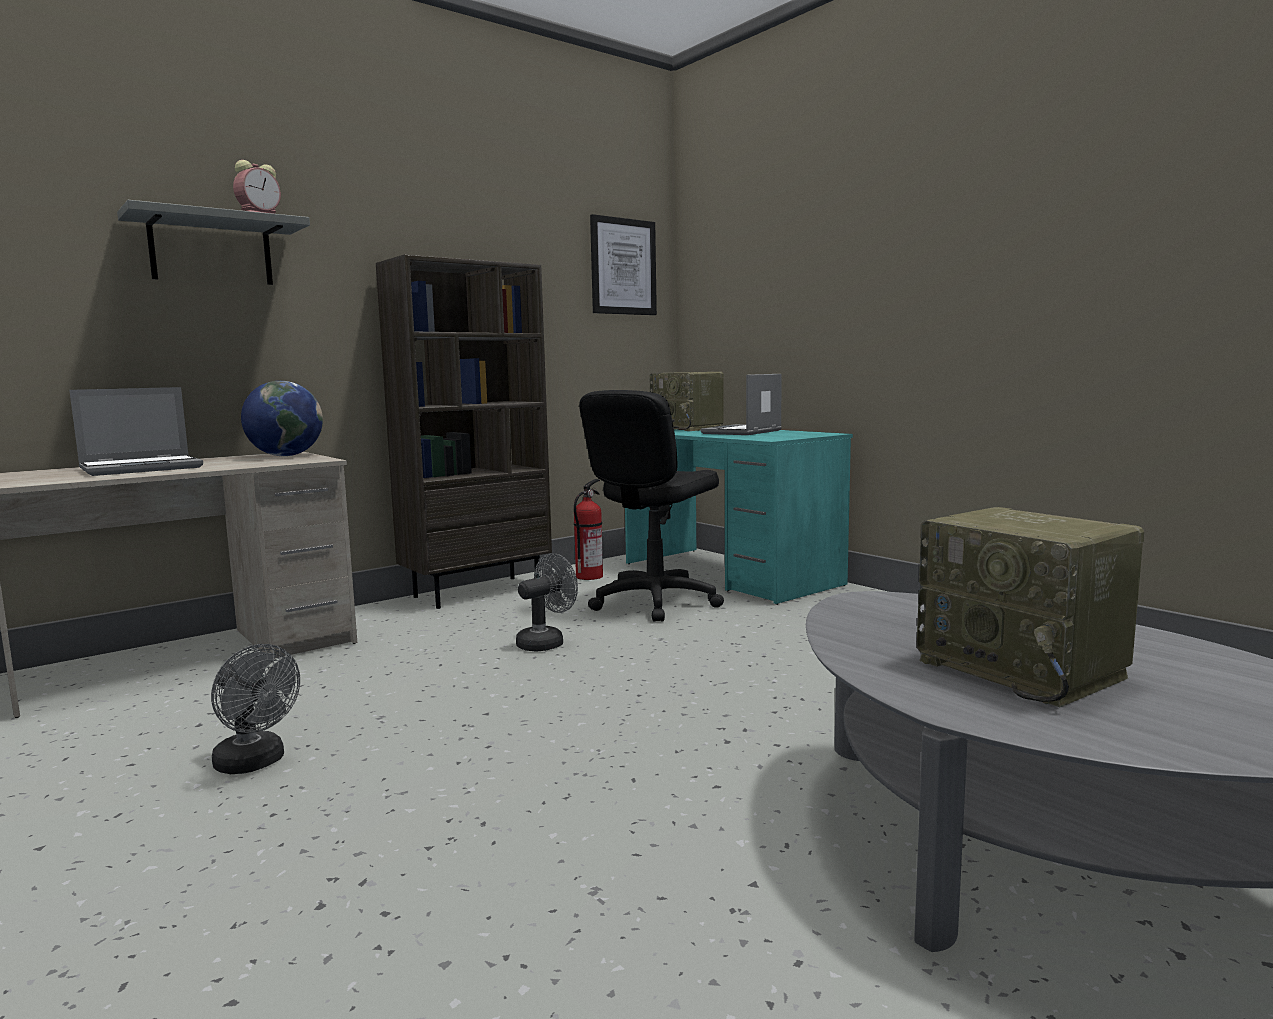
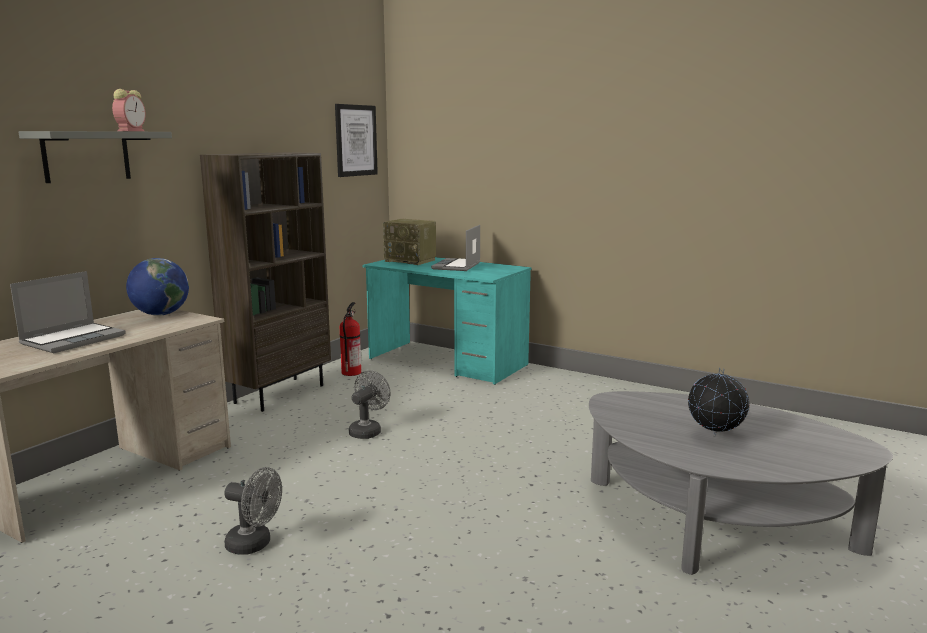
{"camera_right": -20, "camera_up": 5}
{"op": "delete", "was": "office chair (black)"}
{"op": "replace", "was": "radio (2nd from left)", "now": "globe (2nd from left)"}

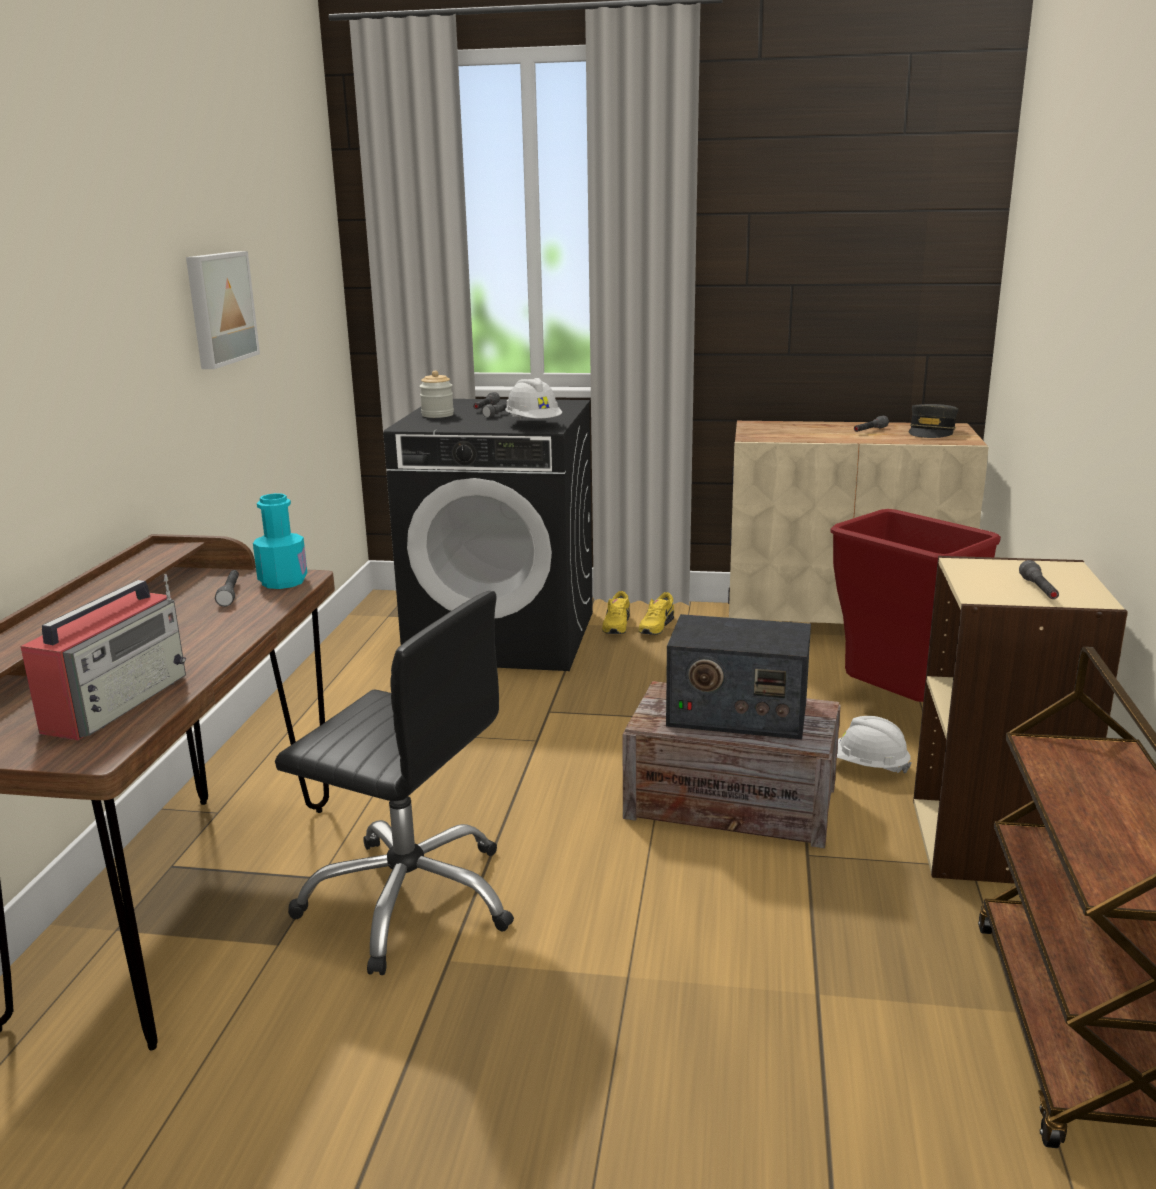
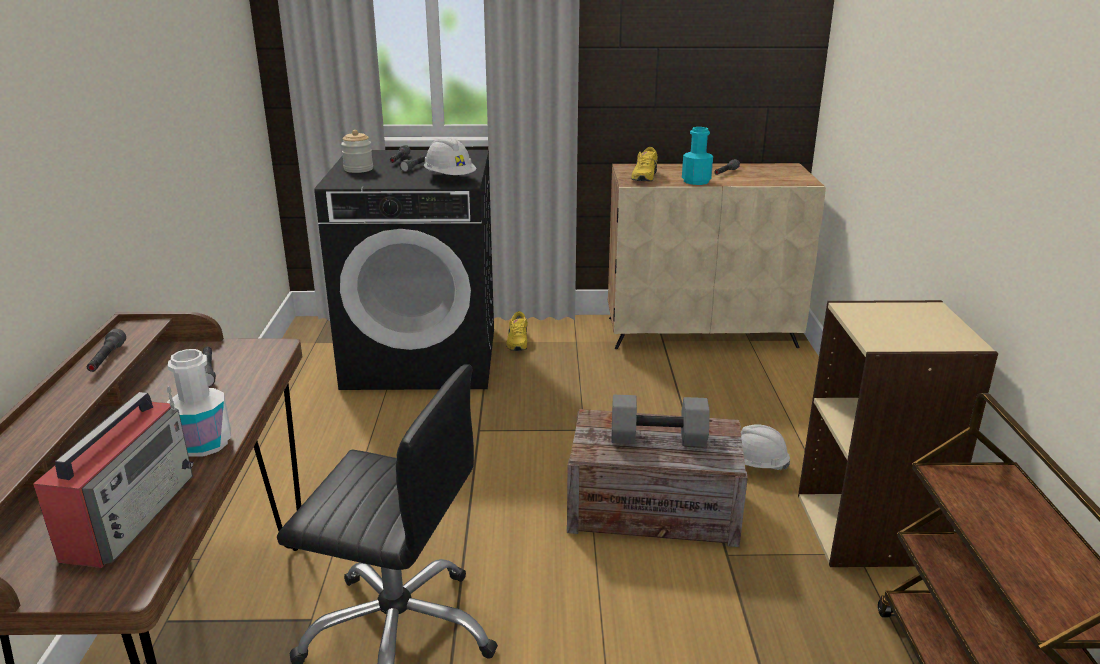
{"camera_right": -10, "camera_up": 5}
{"op": "delete", "was": "picture"}
{"op": "move", "was": "bottle (turquoise)"}
{"op": "move", "was": "shoe (yellow) (2nd from left)"}
{"op": "replace", "was": "radio (2nd from left)", "now": "dumbbell (grey)"}
{"op": "delete", "was": "trash can (red)"}
{"op": "delete", "was": "cap (grey)"}
{"op": "move", "was": "flashlight (grey) (5th from left in the first image)", "now": "flashlight (grey) (1st from left)"}
{"op": "insert", "now": "bottle (white)"}

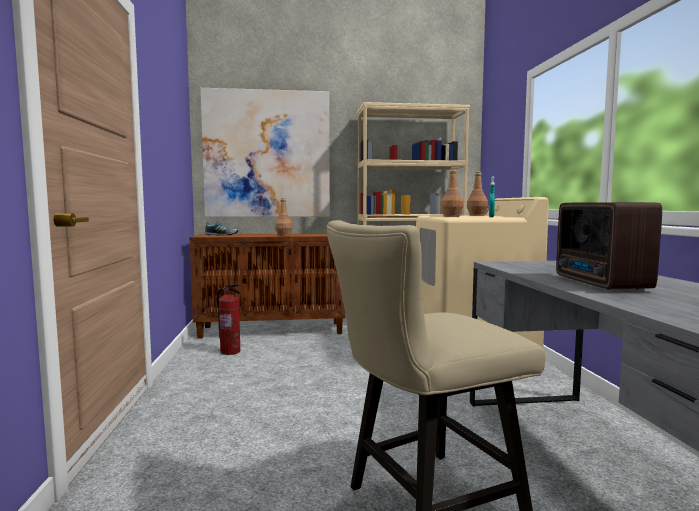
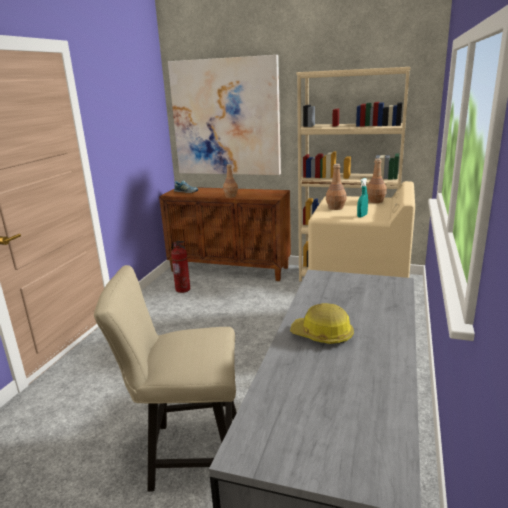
{"camera_right": 25, "camera_up": 15}
{"op": "replace", "was": "radio", "now": "hard hat"}

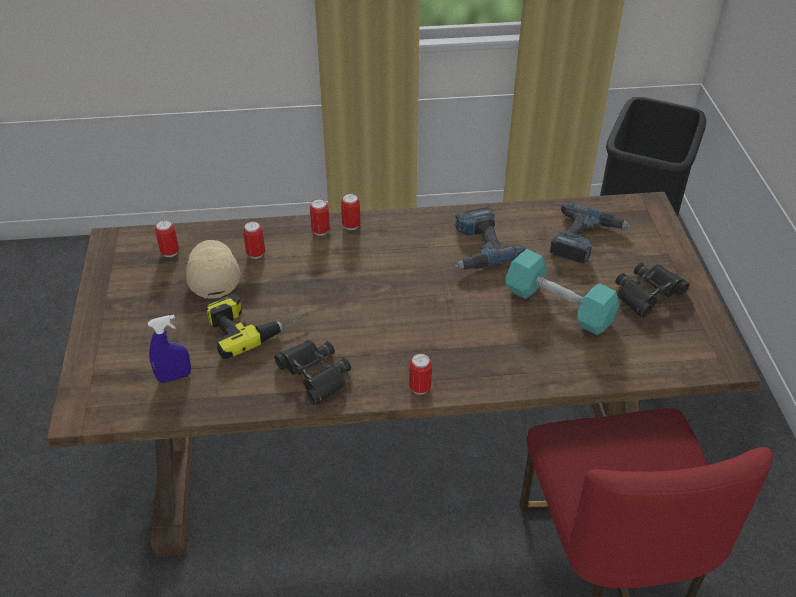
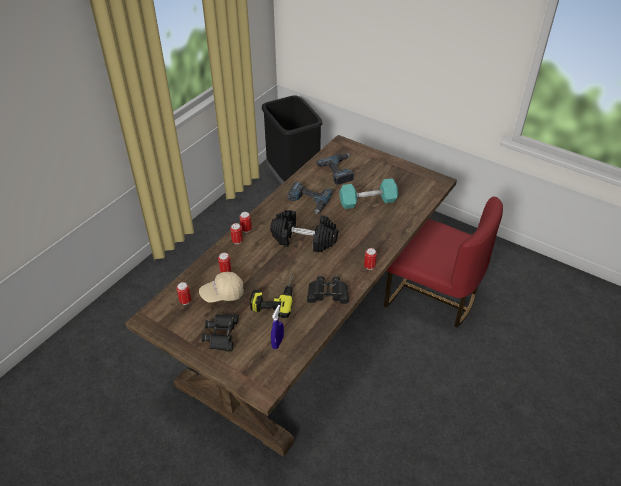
{"camera_right": -50, "camera_up": 0}
{"op": "rotate", "was": "cap (beige)", "clockwise": -45}
{"op": "move", "was": "binoculars (black) (2nd from left in the first image)", "now": "binoculars (black) (1st from left)"}
{"op": "insert", "now": "dumbbell (black)"}

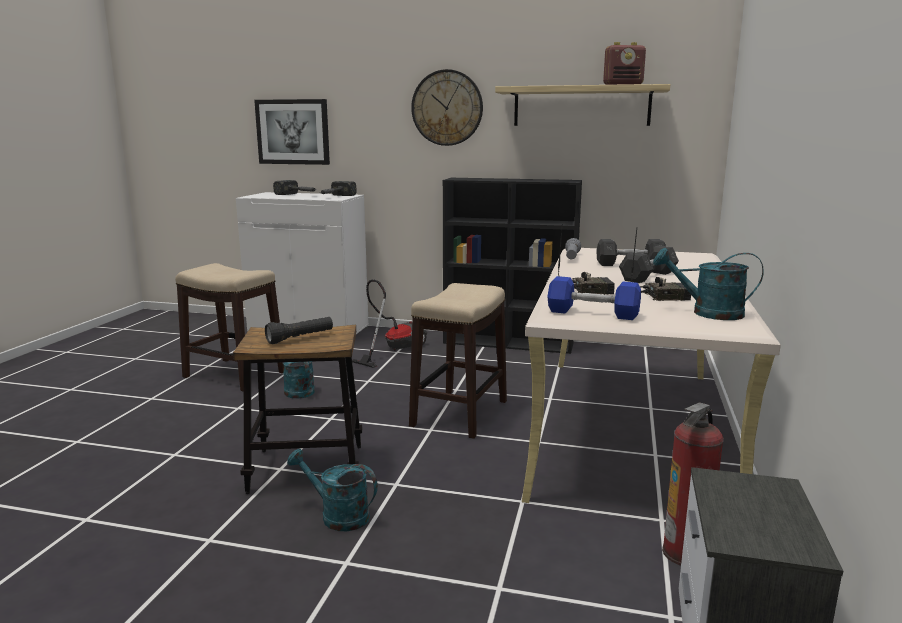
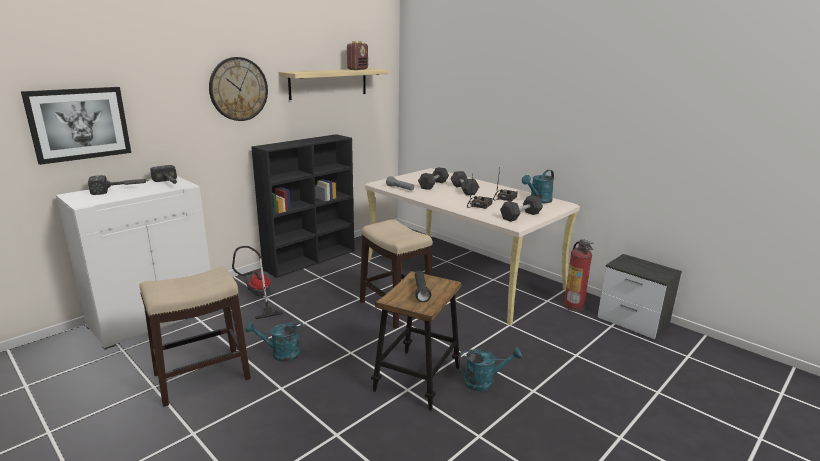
{"camera_right": -60, "camera_up": 5}
{"op": "rotate", "was": "watering can (turquoise) (2nd from left)", "clockwise": -150}
{"op": "recolor", "was": "dumbbell (blue)", "now": "dumbbell (grey) (3rd from left)"}

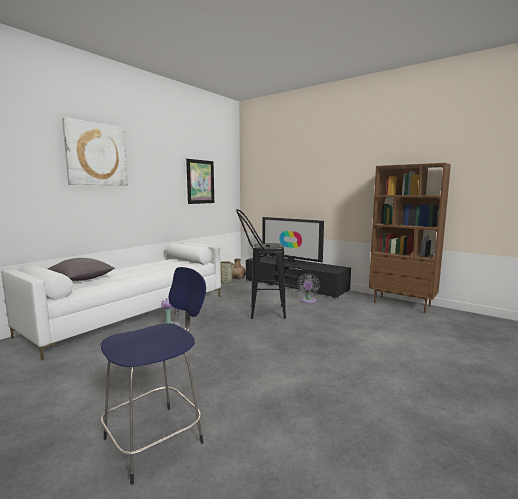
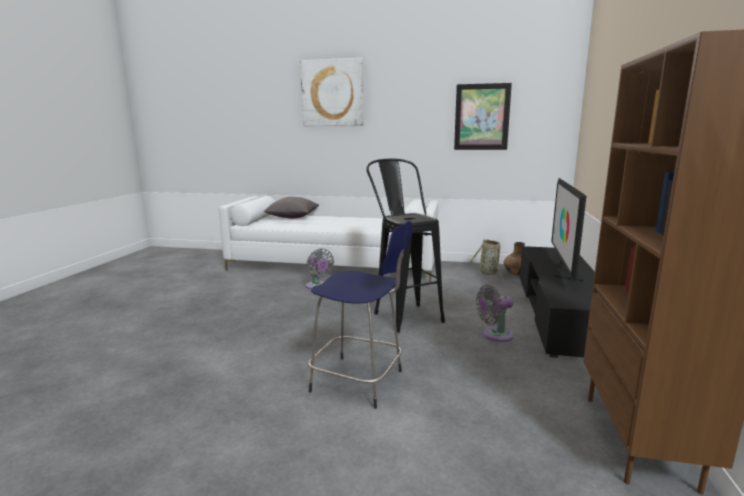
{"camera_right": 65, "camera_up": 5}
{"op": "move", "was": "stool (blue)"}

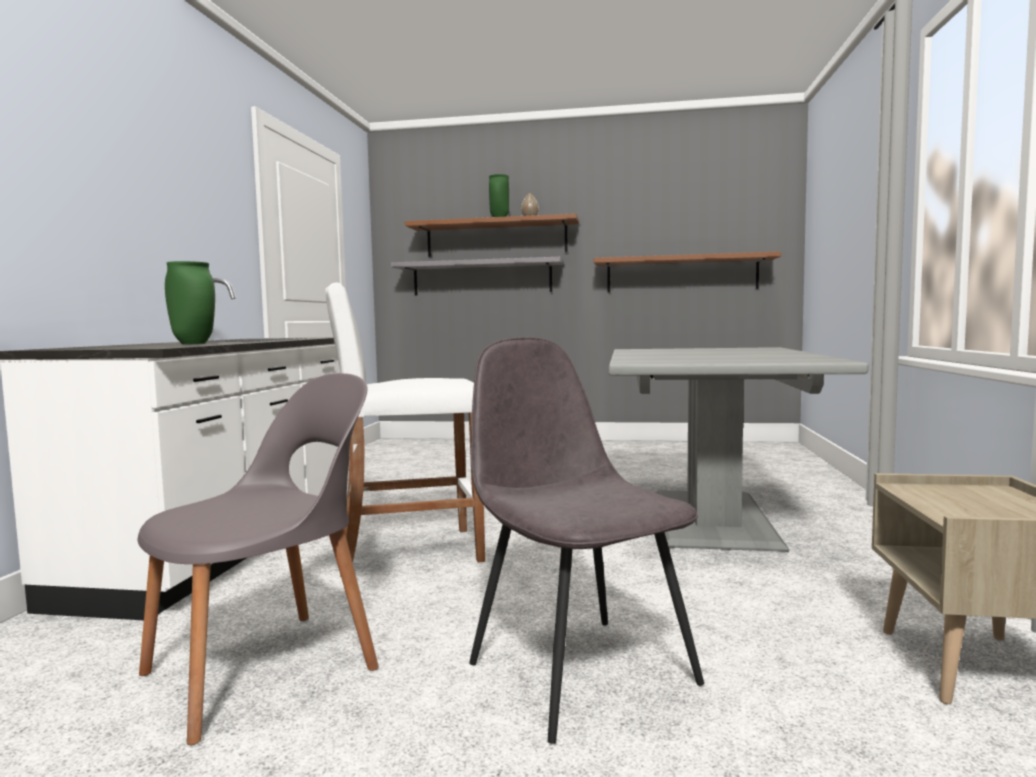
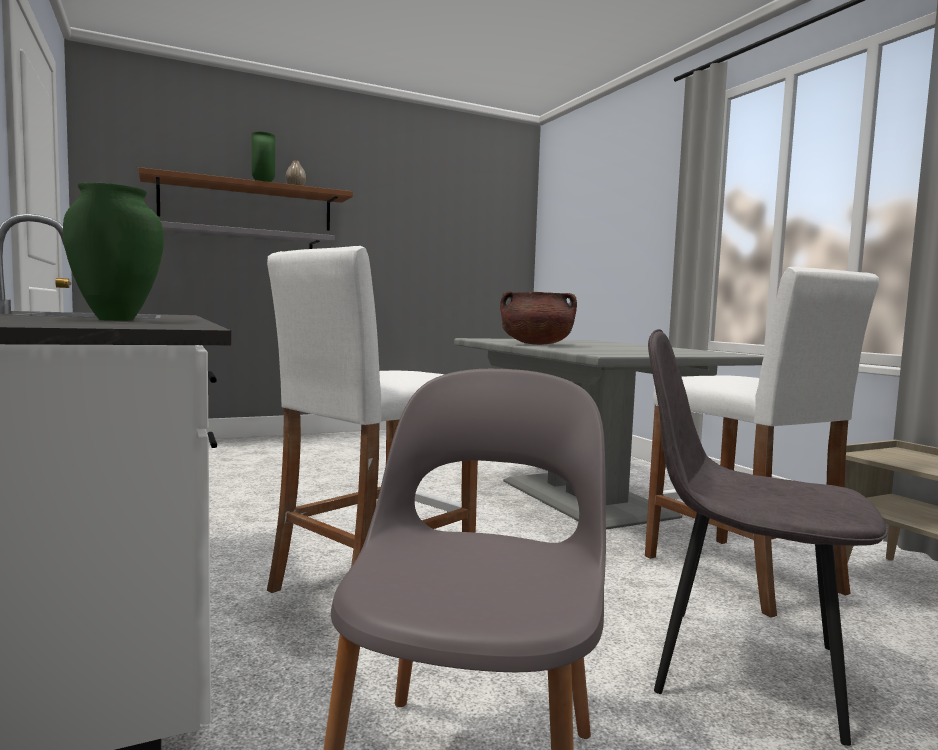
{"camera_right": -35, "camera_up": 0}
{"op": "delete", "was": "shelf (brown) (2nd from left)"}
{"op": "insert", "now": "cooking pot (brown)"}
{"op": "insert", "now": "stool (white) (2nd from left)"}

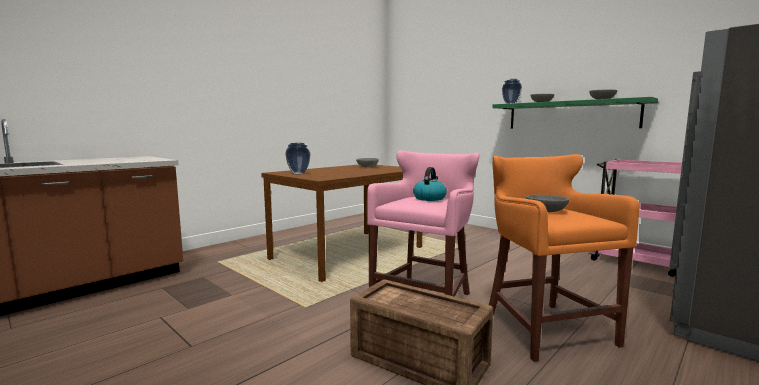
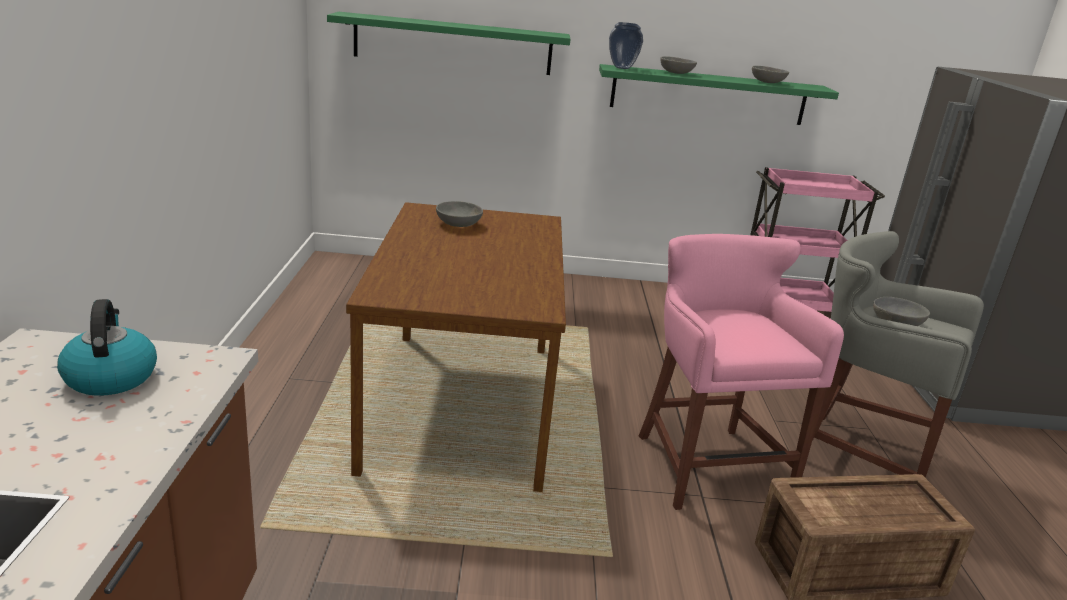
{"camera_right": -45, "camera_up": 15}
{"op": "delete", "was": "vase (1st from left)"}
{"op": "move", "was": "kettle"}
{"op": "recolor", "was": "stool (orange)", "now": "stool (grey)"}
{"op": "insert", "now": "shelf (green) (1st from left)"}

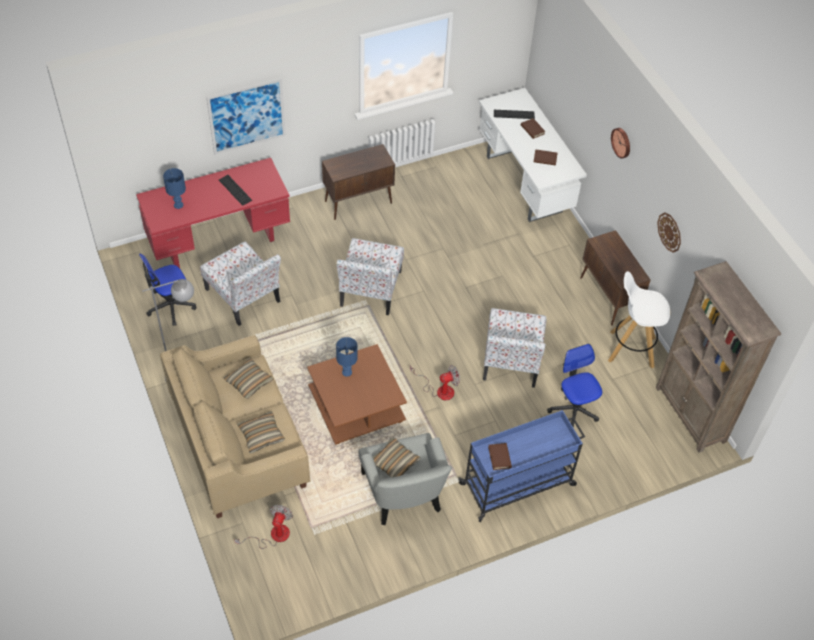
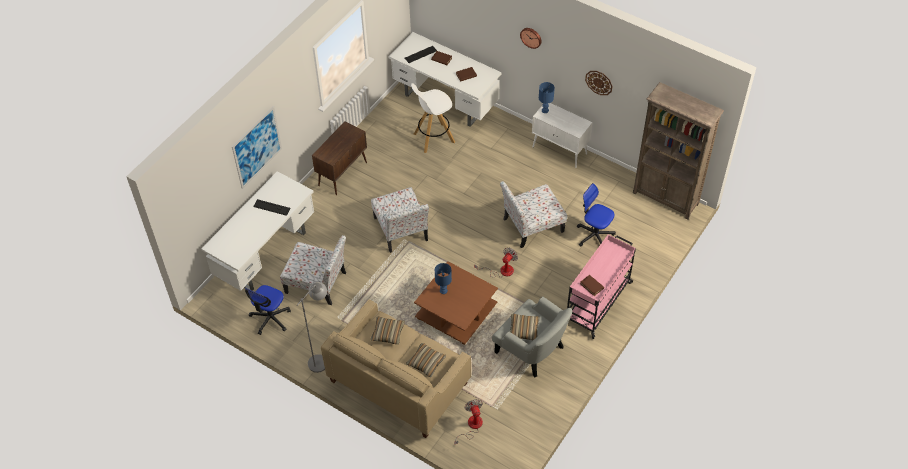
{"camera_right": -30, "camera_up": 0}
{"op": "recolor", "was": "desk (red)", "now": "desk (white) (1st from left)"}
{"op": "move", "was": "table lamp (blue) (1st from left in the first image)", "now": "table lamp (blue) (2nd from left)"}
{"op": "recolor", "was": "cart (blue)", "now": "cart (pink)"}
{"op": "rotate", "was": "chair (3rd from left)", "clockwise": 90}
{"op": "recolor", "was": "cabinet (brown) (2nd from left)", "now": "cabinet (white)"}
{"op": "move", "was": "stool (white)"}

